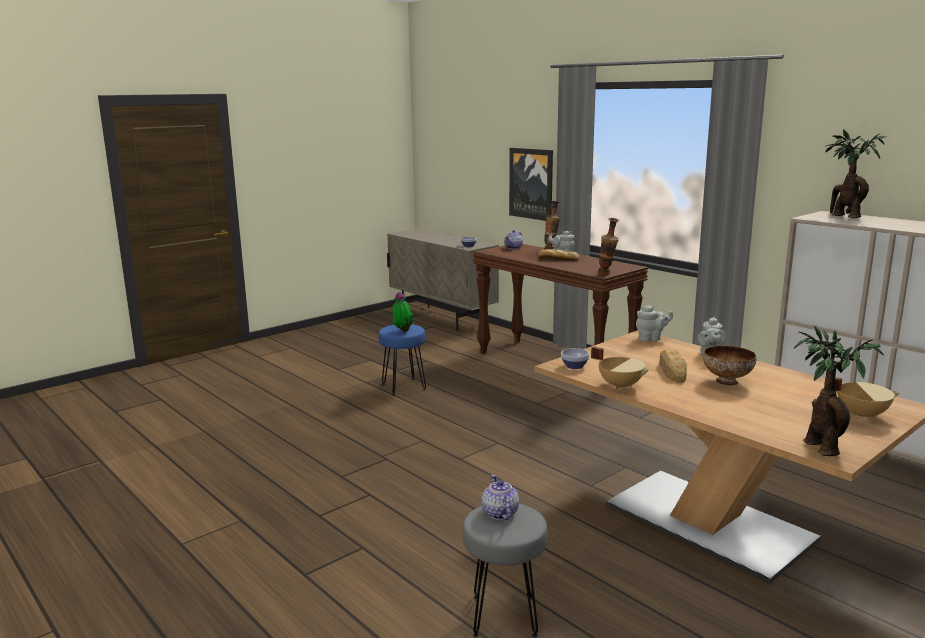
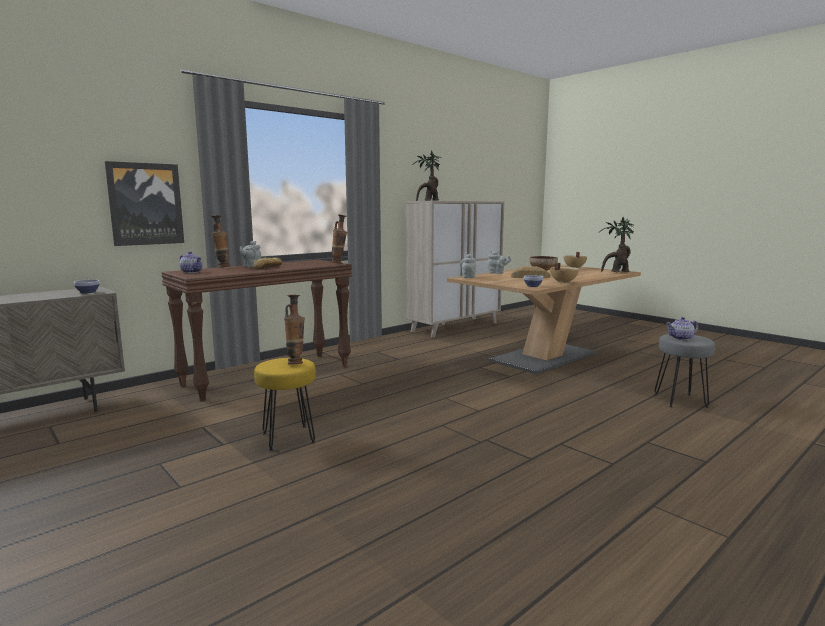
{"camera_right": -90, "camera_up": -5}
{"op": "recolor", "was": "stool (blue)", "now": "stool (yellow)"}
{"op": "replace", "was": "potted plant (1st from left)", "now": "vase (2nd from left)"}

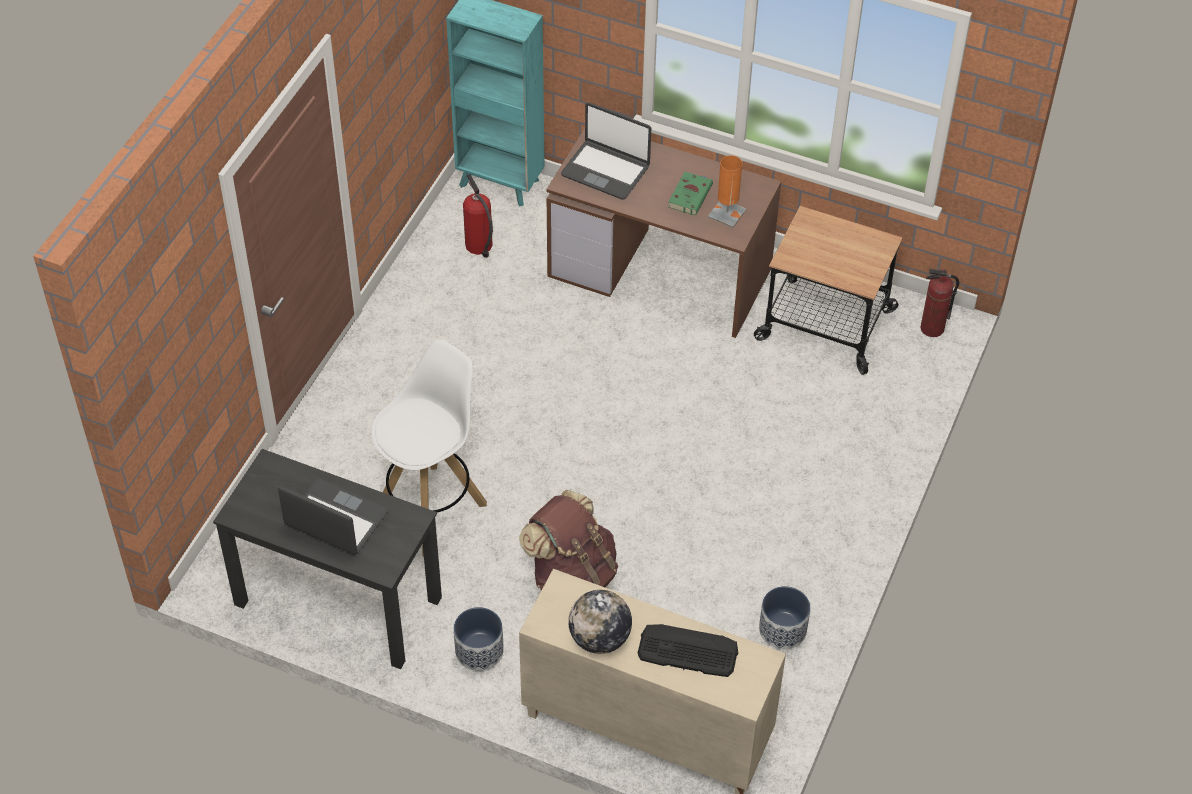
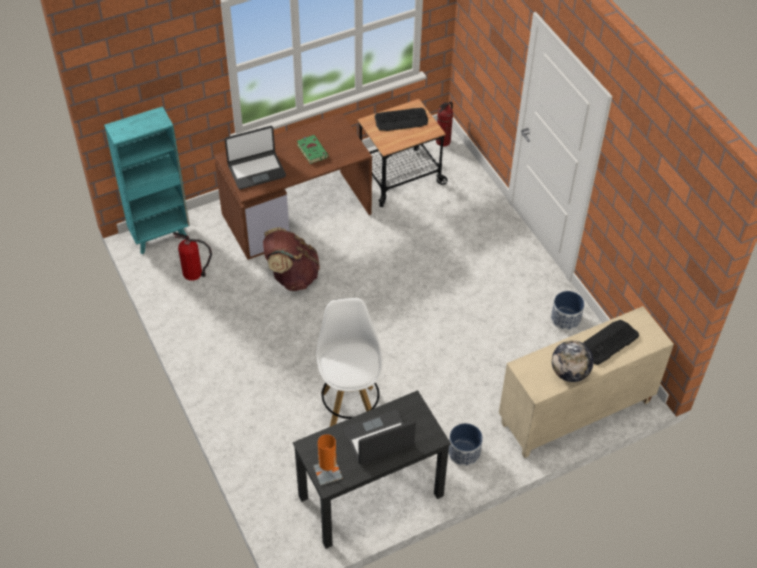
{"camera_right": -50, "camera_up": 0}
{"op": "move", "was": "backpack (brown)"}
{"op": "move", "was": "table lamp (orange)"}
{"op": "insert", "now": "keyboard (1st from left)"}

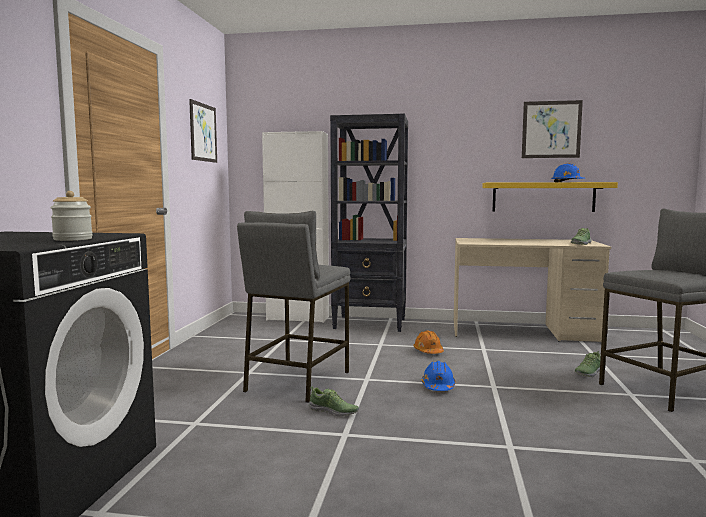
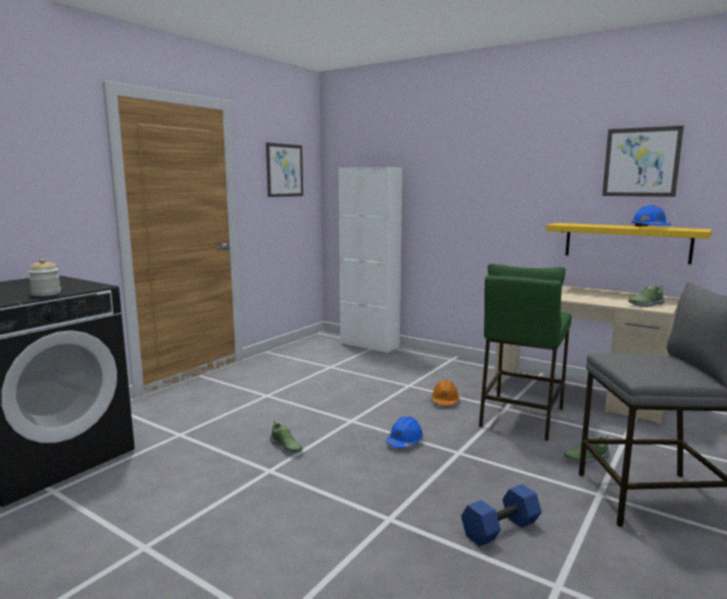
{"camera_right": 25, "camera_up": 5}
{"op": "delete", "was": "stool (grey) (1st from left)"}
{"op": "delete", "was": "bookcase (black)"}
{"op": "insert", "now": "dumbbell (blue)"}
{"op": "insert", "now": "stool (green)"}

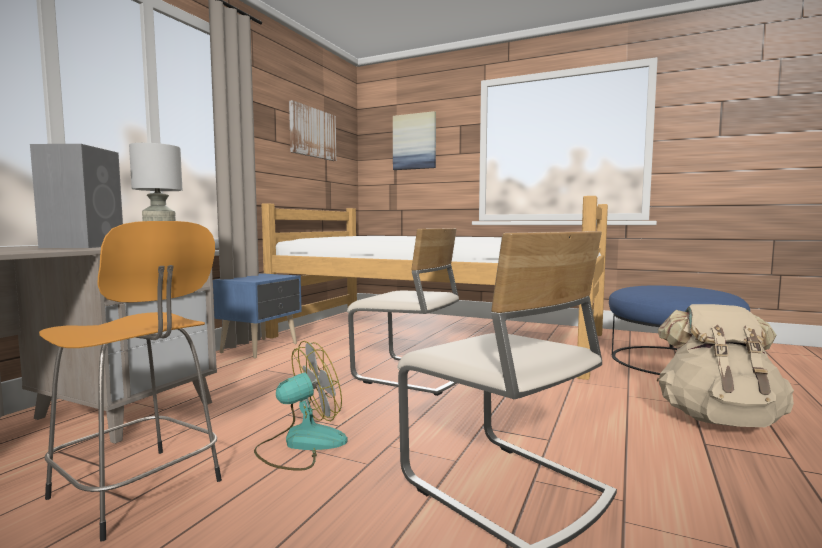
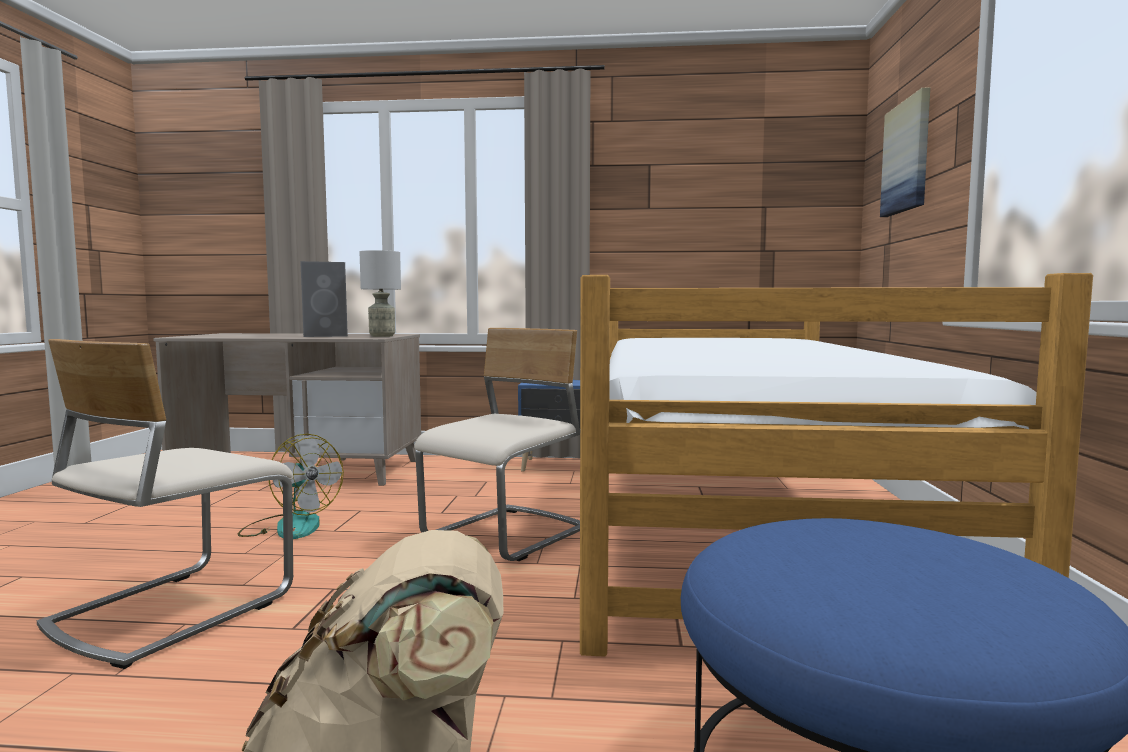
{"camera_right": 70, "camera_up": 0}
{"op": "delete", "was": "stool (orange)"}
{"op": "delete", "was": "picture (1st from left)"}
{"op": "rotate", "was": "chair (beige) (1st from left in the first image)", "clockwise": -150}

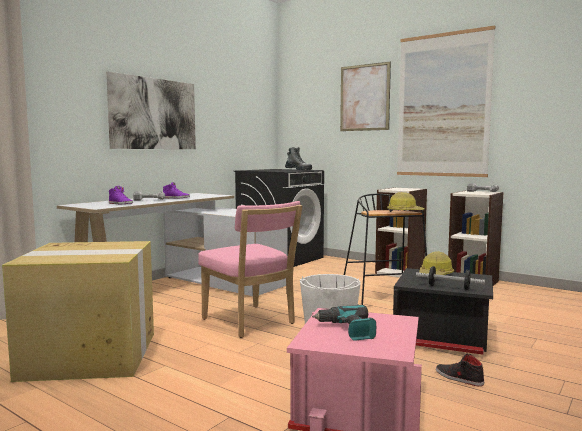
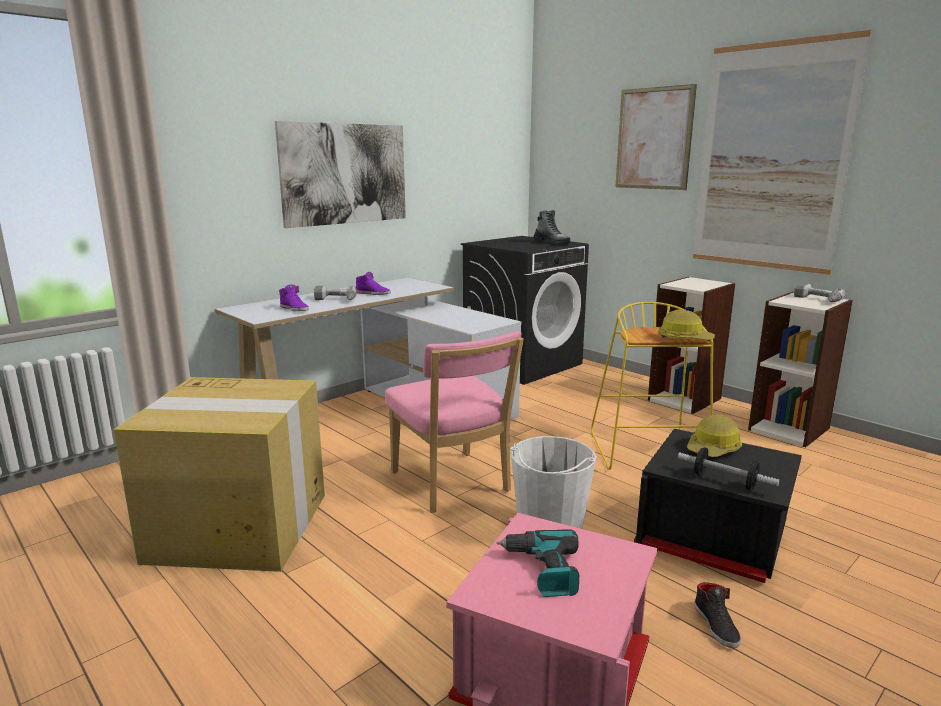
{"camera_right": 10, "camera_up": 10}
{"op": "recolor", "was": "stool (black)", "now": "stool (yellow)"}
{"op": "rotate", "was": "shoe (black)", "clockwise": -150}

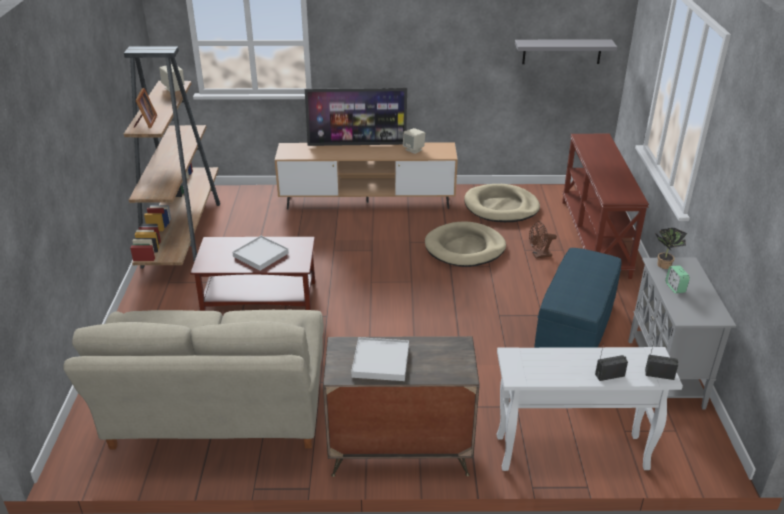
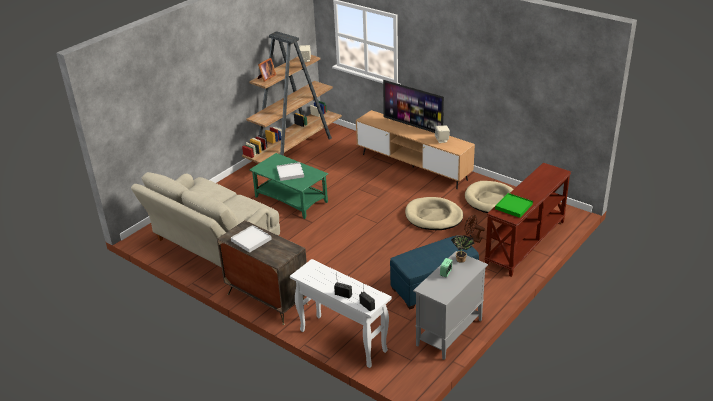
{"camera_right": 40, "camera_up": 0}
{"op": "recolor", "was": "coffee table (brown)", "now": "coffee table (green)"}
{"op": "delete", "was": "shelf (grey)"}
{"op": "insert", "now": "tray (green)"}

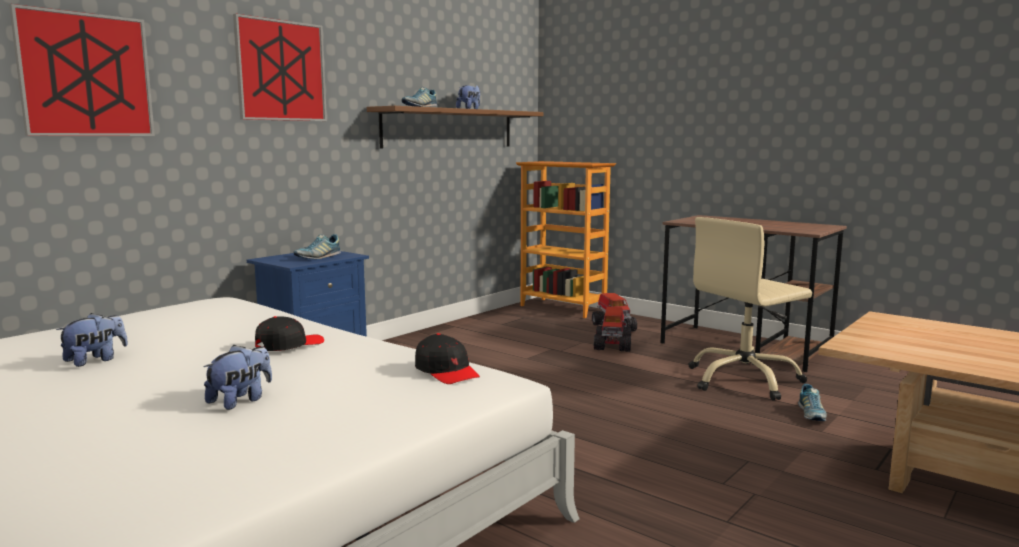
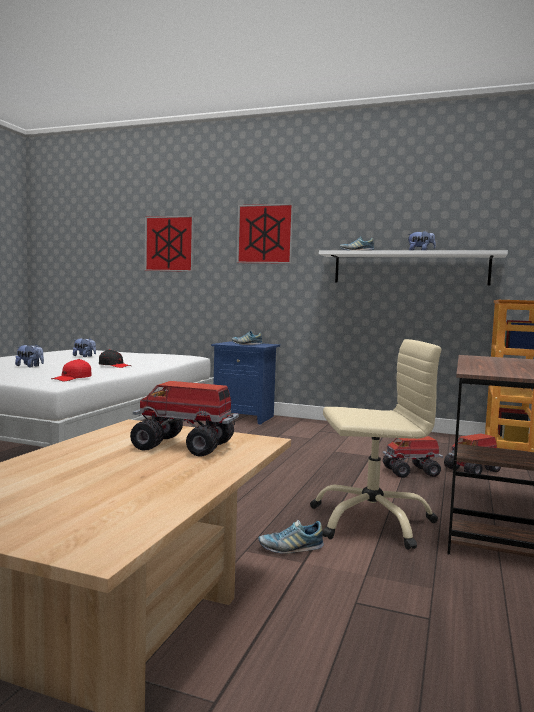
{"camera_right": 70, "camera_up": -5}
{"op": "recolor", "was": "shelf (brown)", "now": "shelf (white)"}
{"op": "recolor", "was": "cap (black) (2nd from left)", "now": "cap (red)"}
{"op": "rotate", "was": "office chair (beige)", "clockwise": 135}
{"op": "insert", "now": "toy truck (1st from left)"}

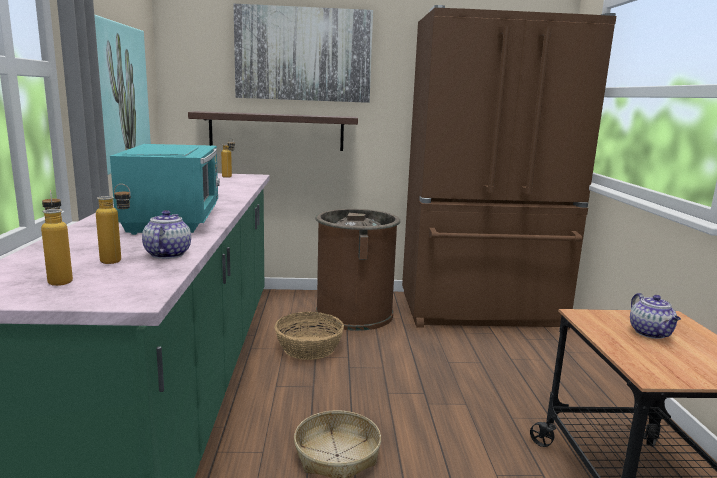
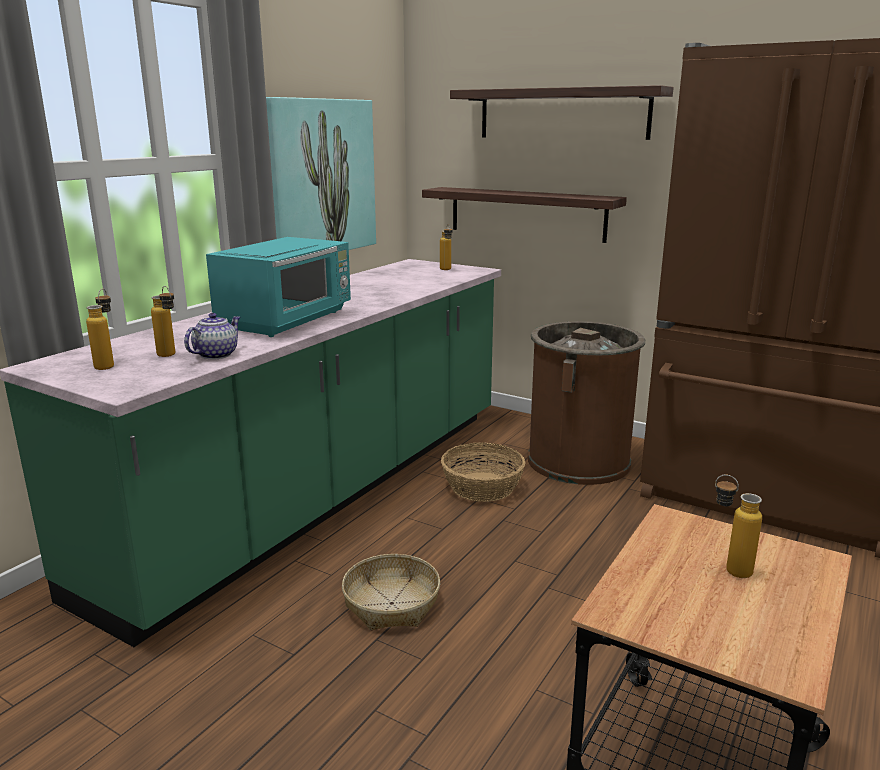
{"camera_right": 35, "camera_up": 5}
{"op": "replace", "was": "picture (2nd from left)", "now": "shelf (2nd from left)"}
{"op": "replace", "was": "teapot (2nd from left)", "now": "bottle (4th from left)"}

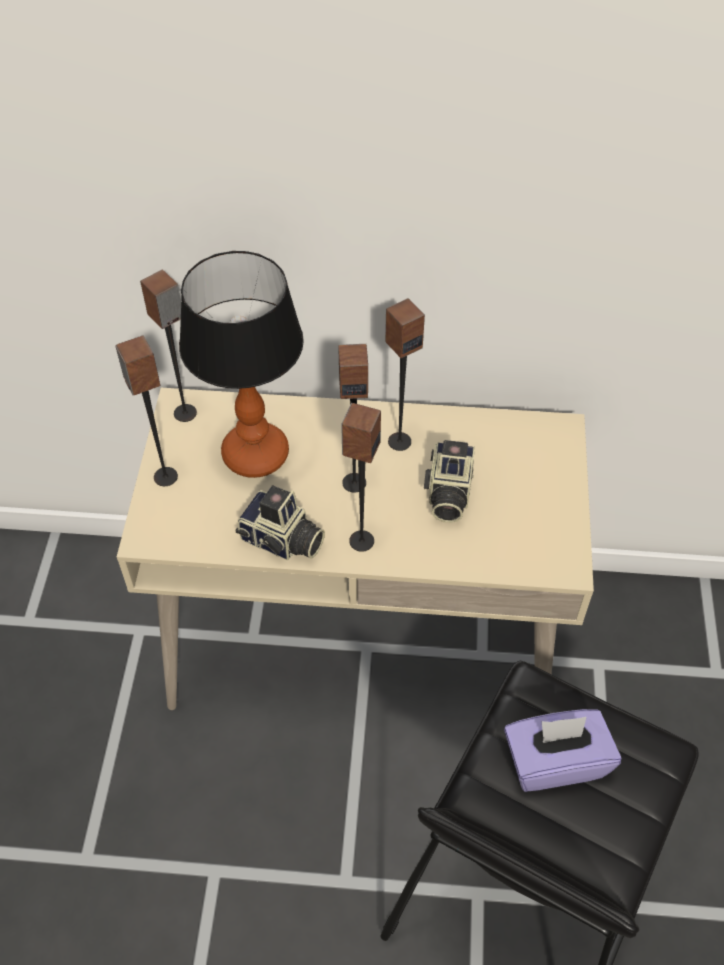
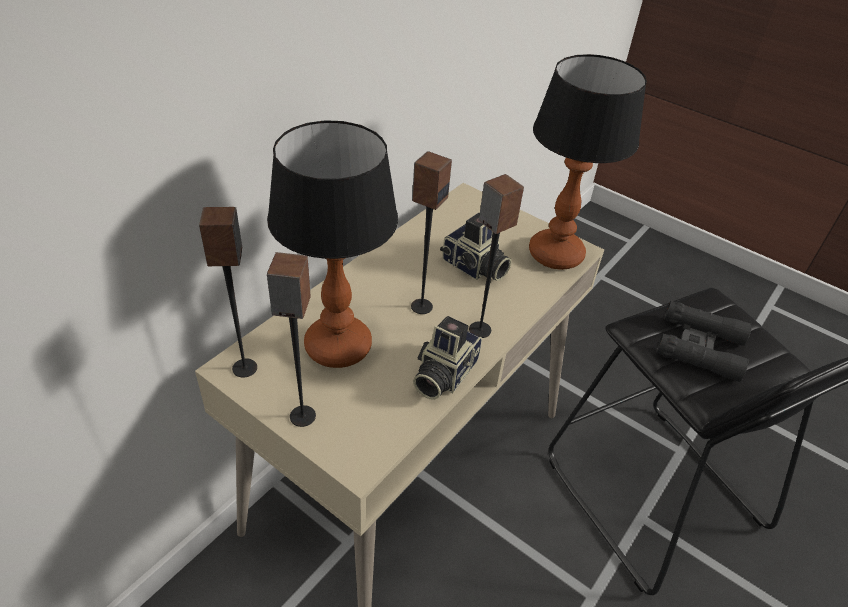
{"camera_right": -60, "camera_up": -10}
{"op": "rotate", "was": "photo camera (1st from left)", "clockwise": 150}
{"op": "delete", "was": "speaker (5th from left)"}
{"op": "replace", "was": "tissue box (purple)", "now": "binoculars (black)"}
{"op": "insert", "now": "table lamp (2nd from left)"}

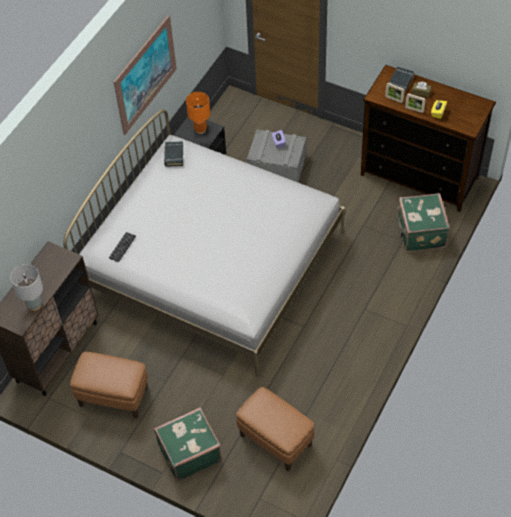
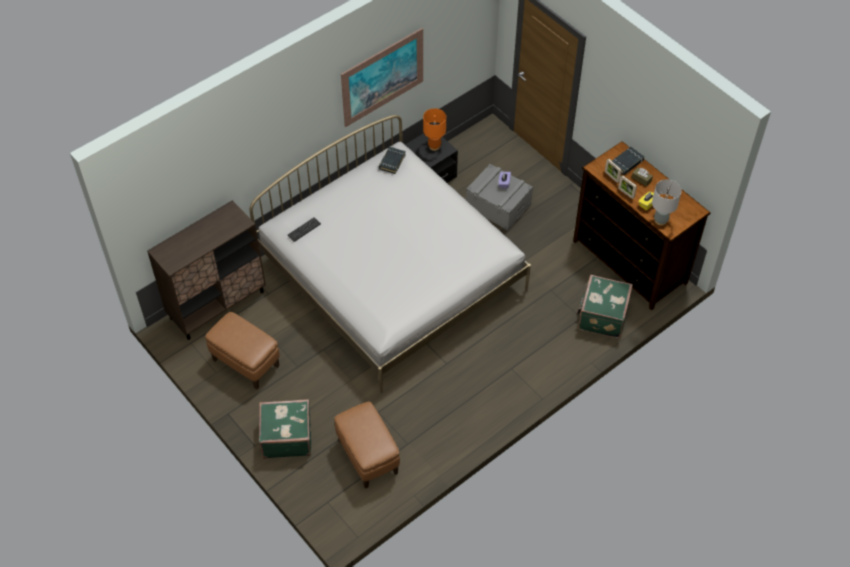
{"camera_right": 20, "camera_up": 0}
{"op": "move", "was": "table lamp (grey)"}

